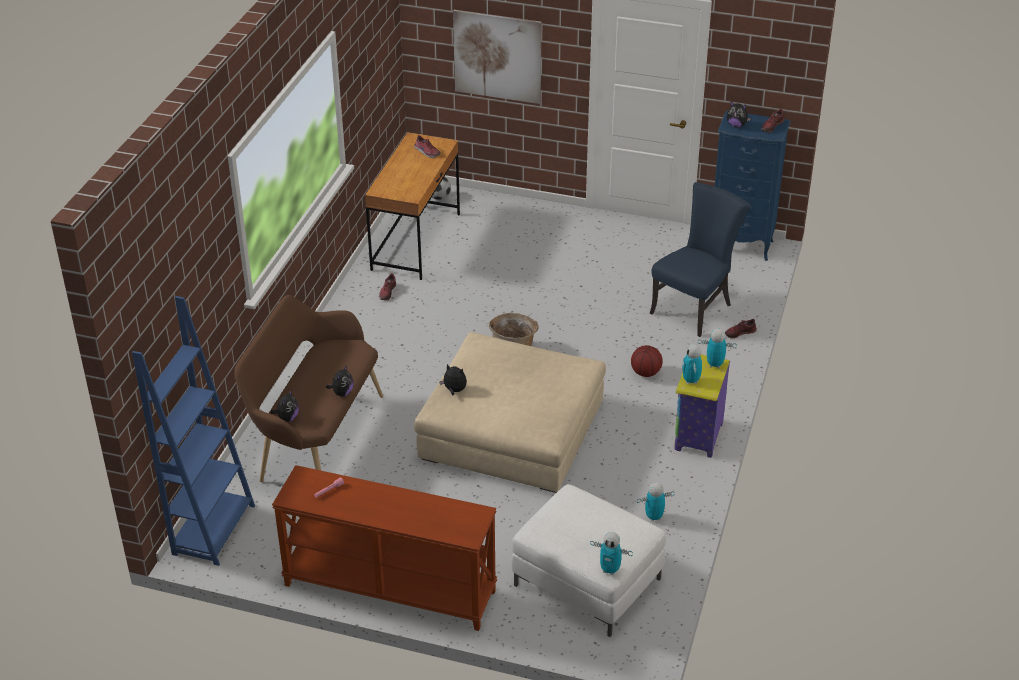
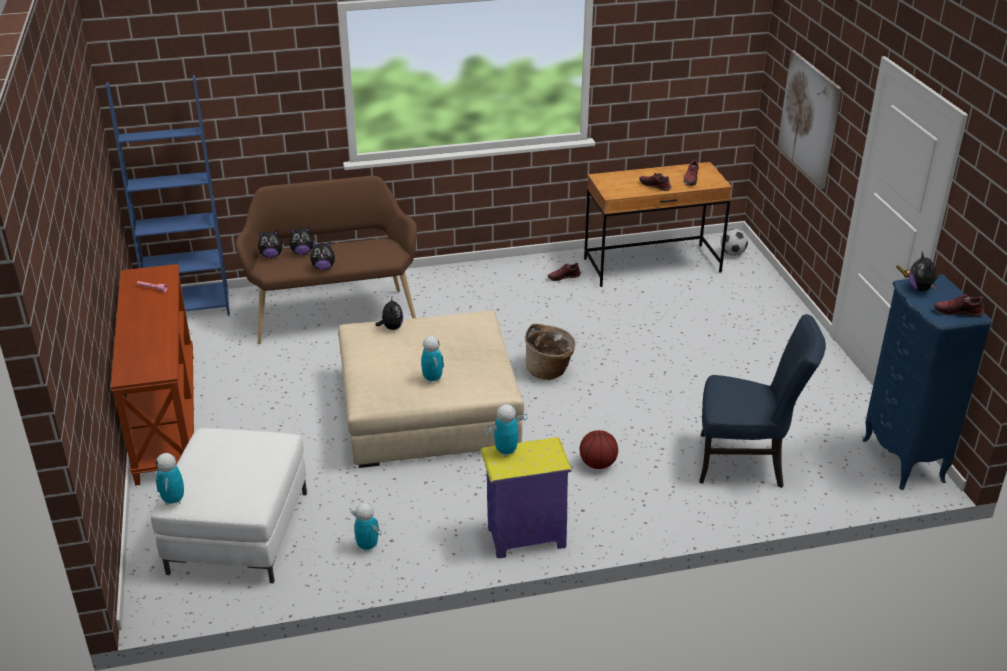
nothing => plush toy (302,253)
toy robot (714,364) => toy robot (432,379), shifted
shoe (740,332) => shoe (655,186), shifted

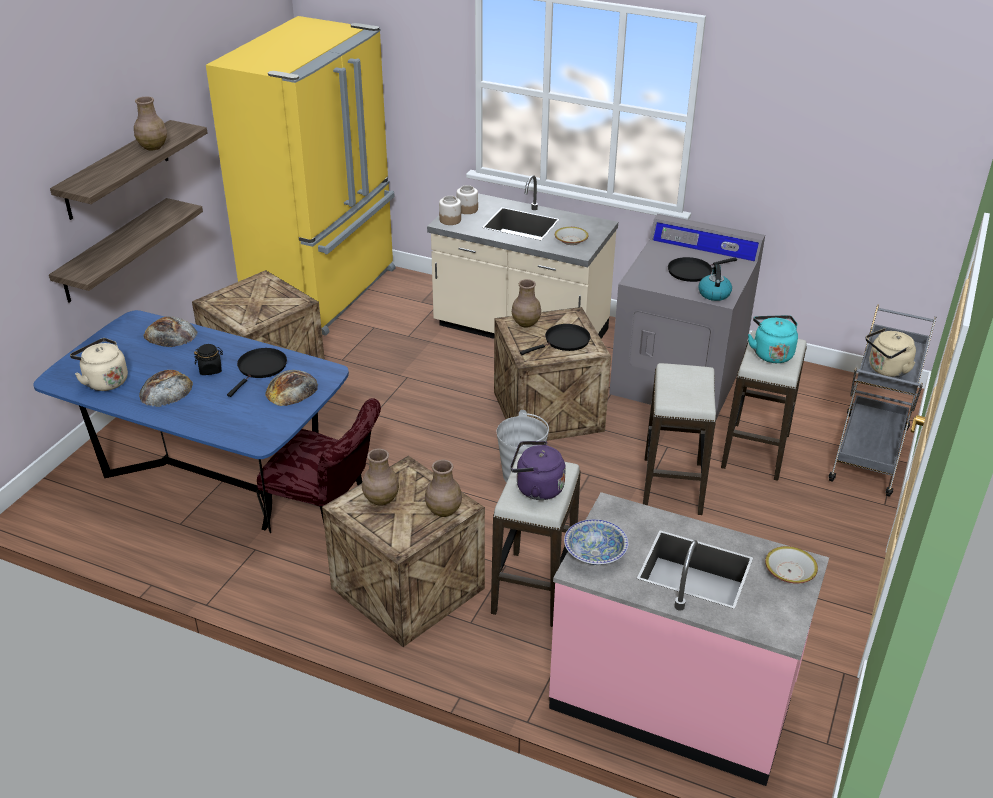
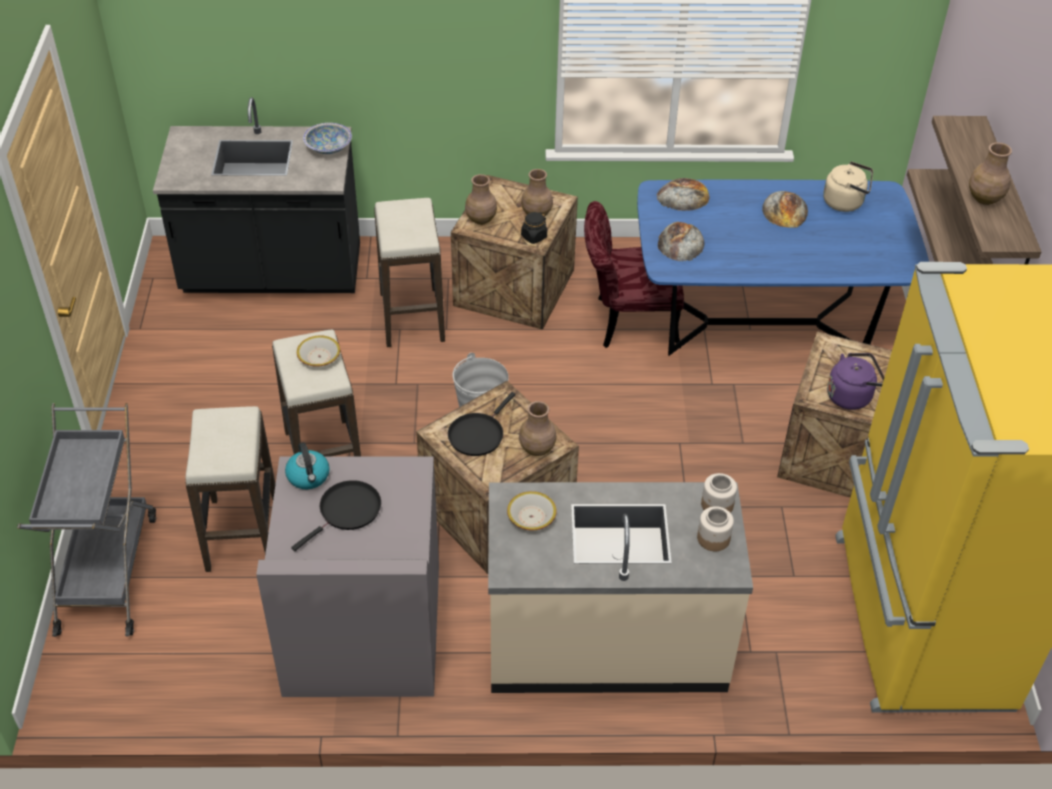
pink counter (672,698) => black counter (272,273)
bowl (789,571) => bowl (319,357), shifted
black jar (210,369) => black jar (533,237), shifted
bread (170,334) => bread (683,196), shifted
purple kettle (536,488) => purple kettle (851,396), shifted
black frying pan (260,368) => nothing
turquoise kettle (771,353) => nothing
beige kettle (886,370) => nothing

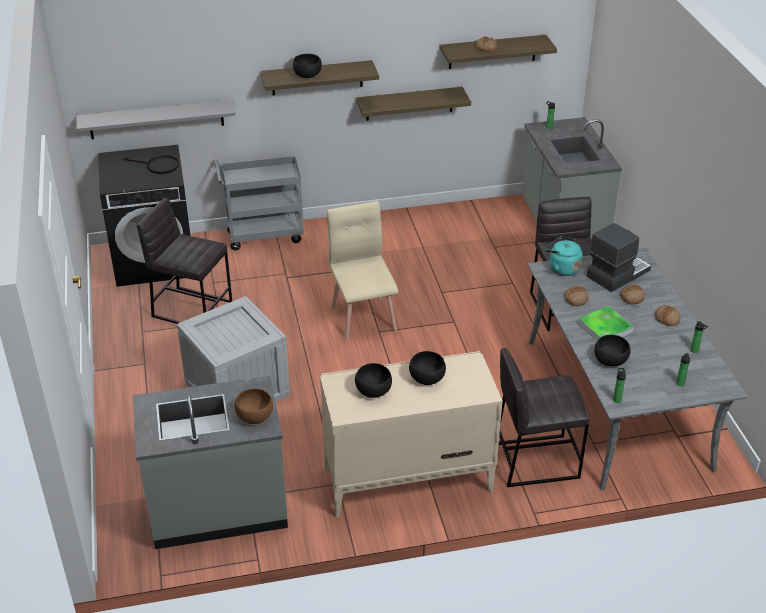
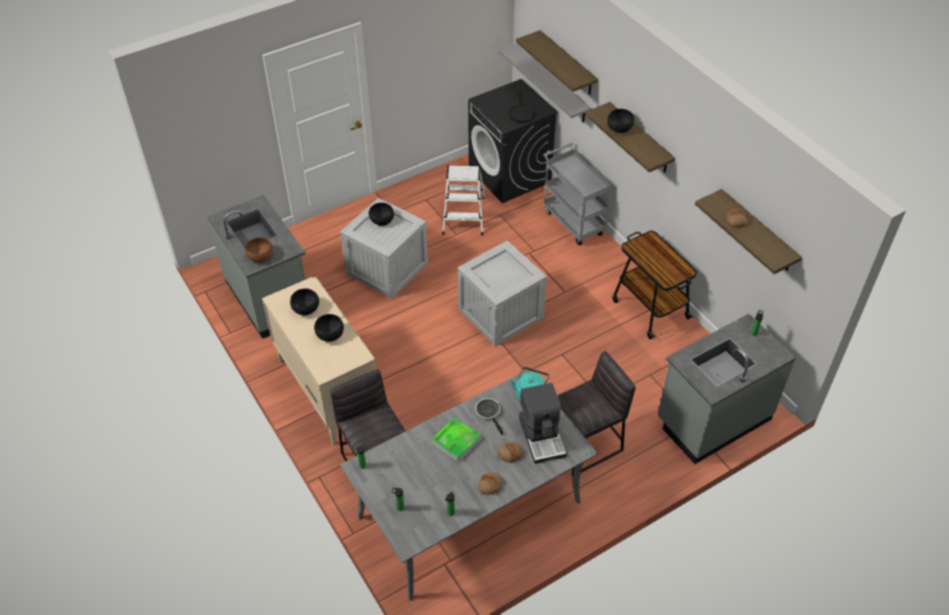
black bowl (610,360) => black bowl (381,220), shifted
grey stool (192,308) => white step ladder (464,214)
beige chair (364,317) => crate (502,313)
bread (576,299) => frying pan (489,413)
shelf (409,103) => shelf (567,64), shifted
coffee machine (617,273) => coffee machine (542,436), 45 degrees clockwise
nothing => cart (649,308)

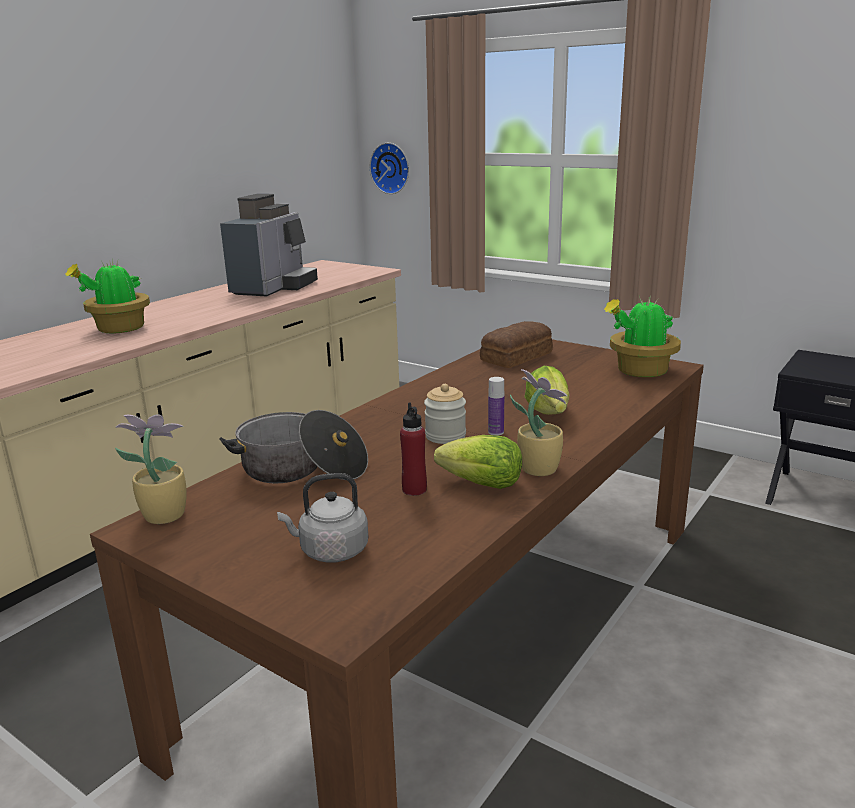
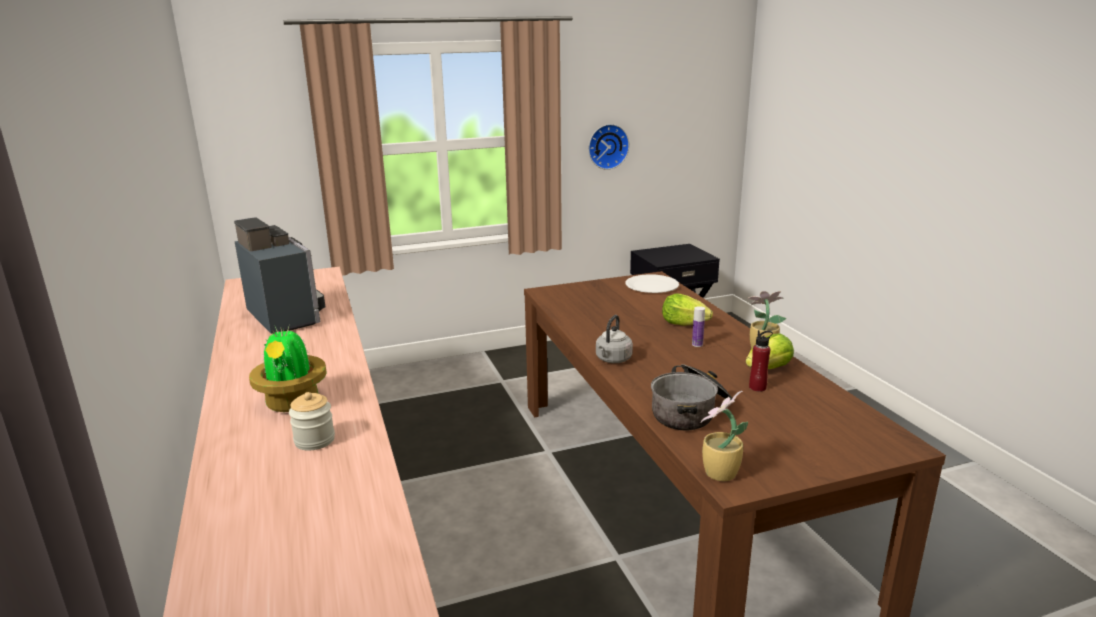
jar (445,436) => jar (314,440), shifted
wall clock (391,168) => wall clock (607,146), shifted
grey kettle (330,551) => grey kettle (612,360), shifted
potted plant (640,372) => white plate (652,286)
bread (518,356) => nothing

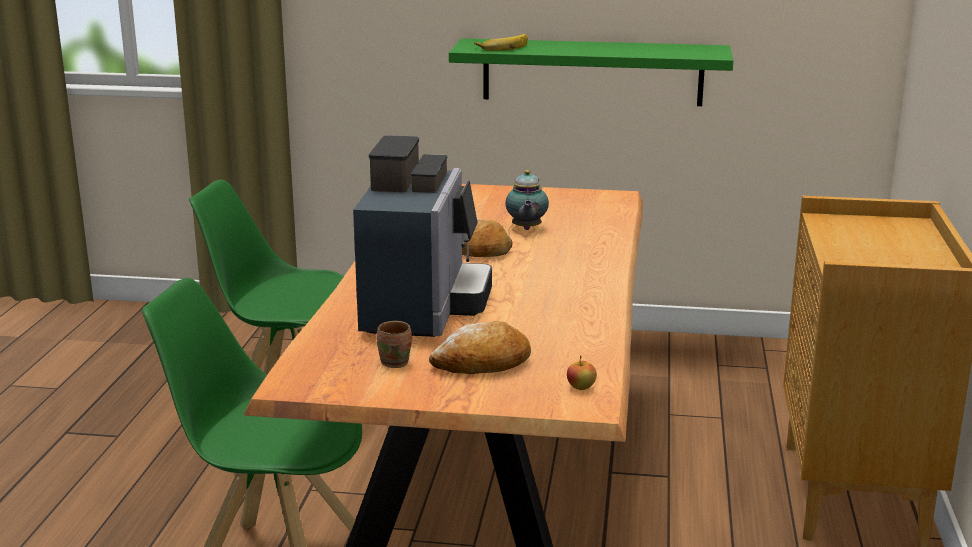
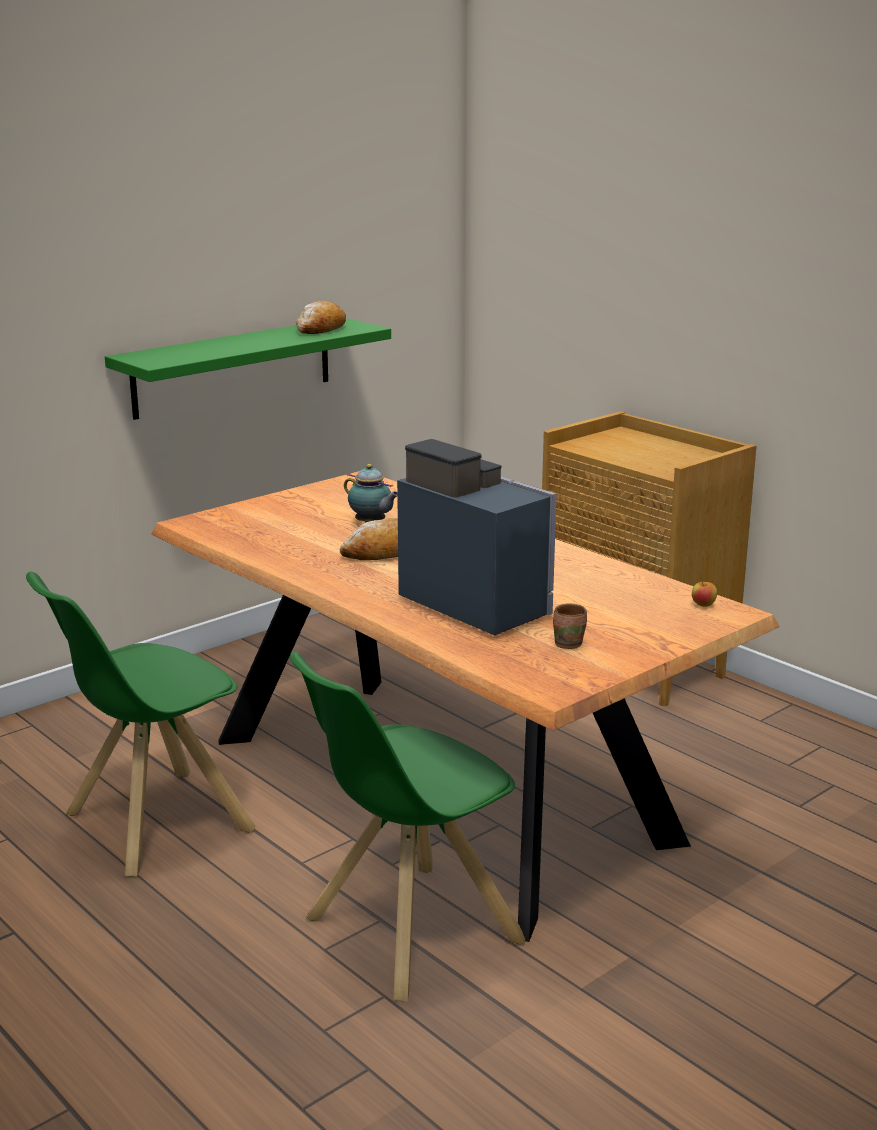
bread (483,363) => bread (320,329), shifted
banana (502,46) => nothing

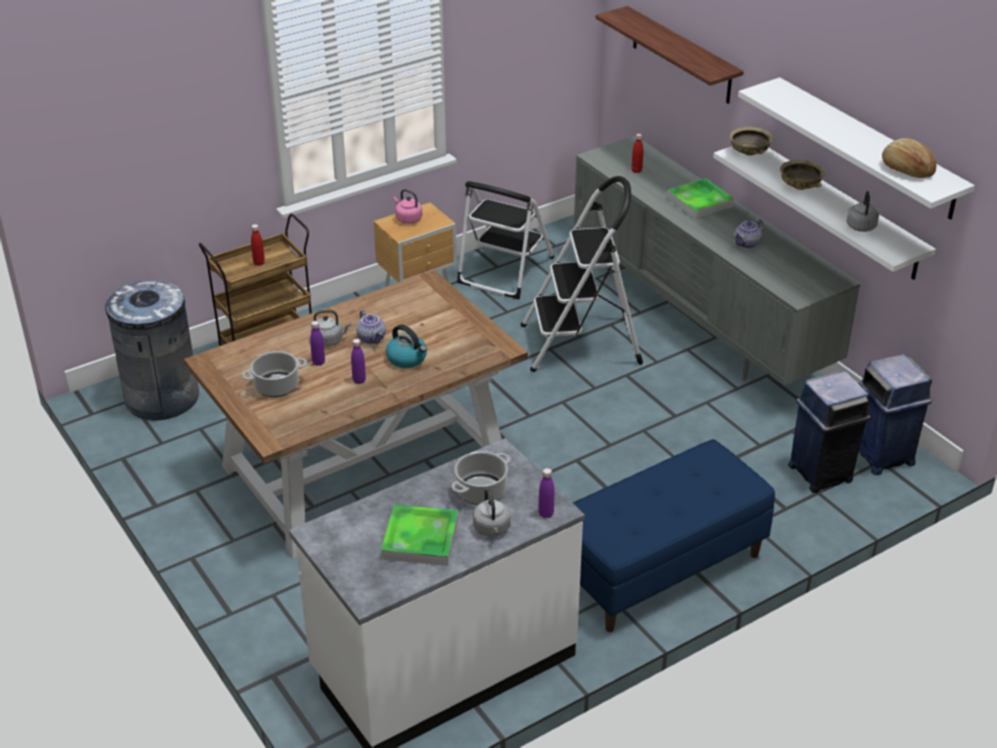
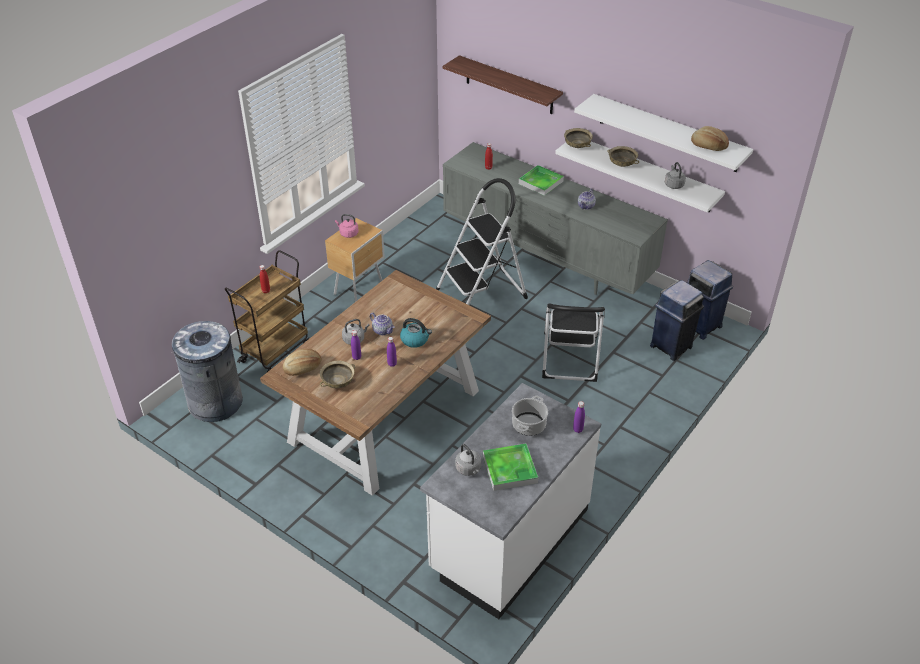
nothing => bread (303,368)
cooking pot (277,386) => beige bowl (338,382)
grey kettle (492,529) => grey kettle (469,469), shifted
step ladder (503,271) => step ladder (569,358), shifted
blue bench (660,569) => nothing

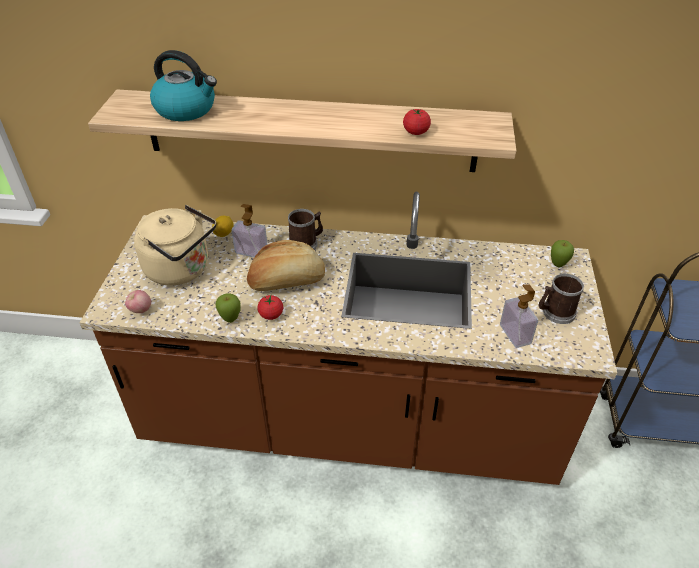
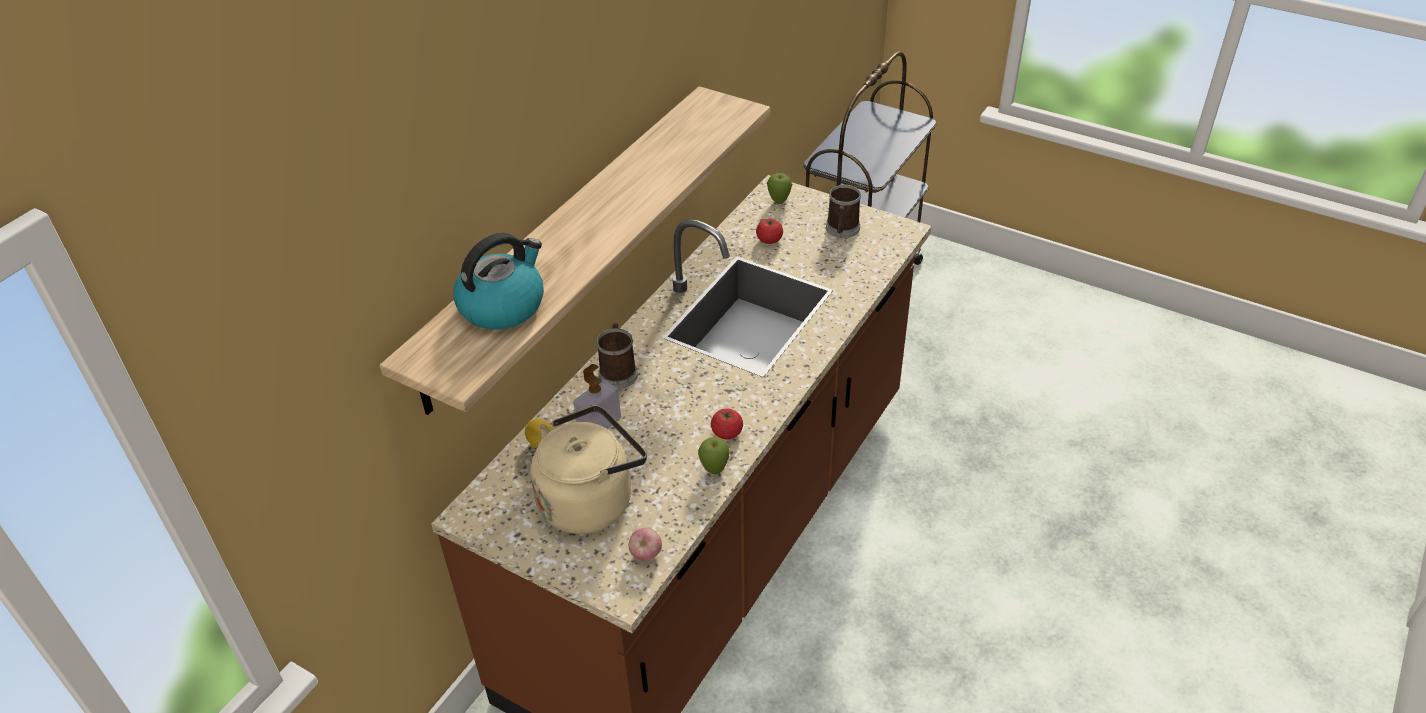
tomato (416,132) => tomato (769,240), shifted
bread (286,281) => nothing
soap dispenser (515,334) => nothing

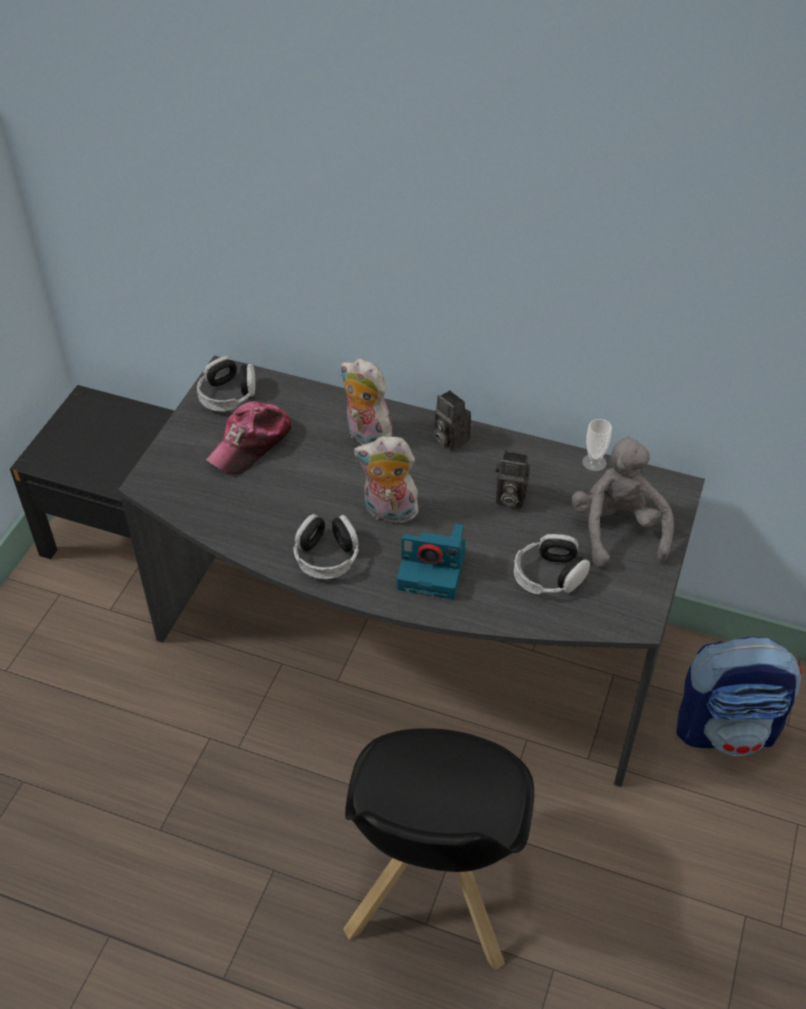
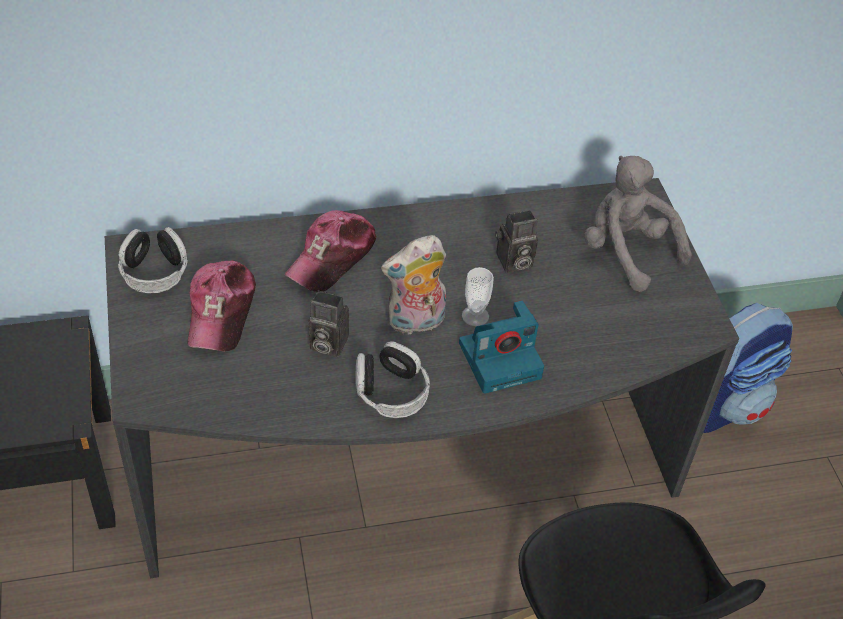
plush toy (365,436) => cap (332,258)
photo camera (449,439) => photo camera (326,344), shifted
cup (594,462) => cup (475,316), shifted
headphones (548,575) => nothing

